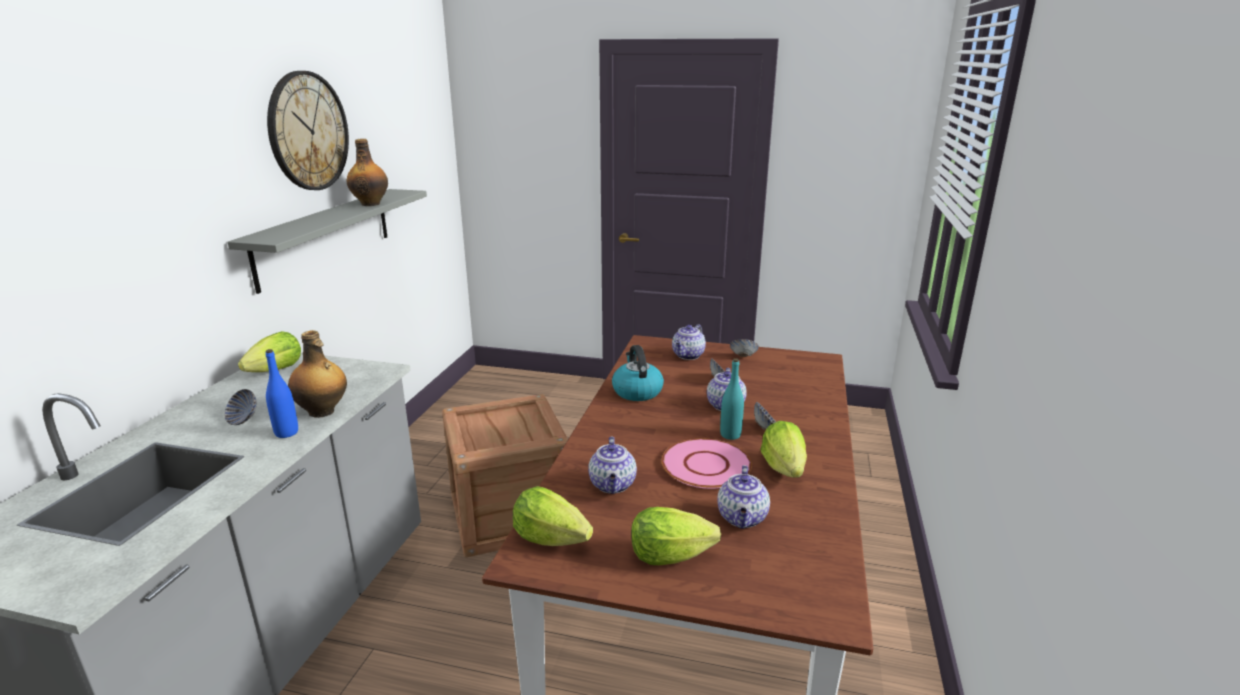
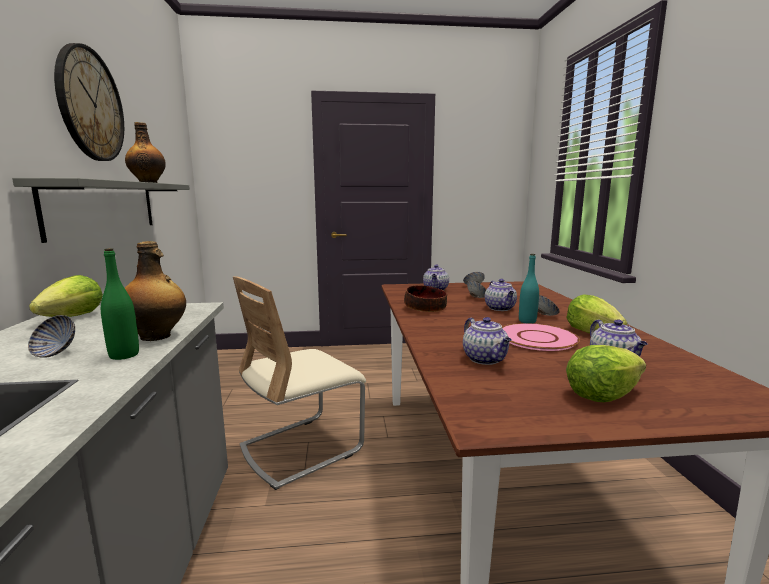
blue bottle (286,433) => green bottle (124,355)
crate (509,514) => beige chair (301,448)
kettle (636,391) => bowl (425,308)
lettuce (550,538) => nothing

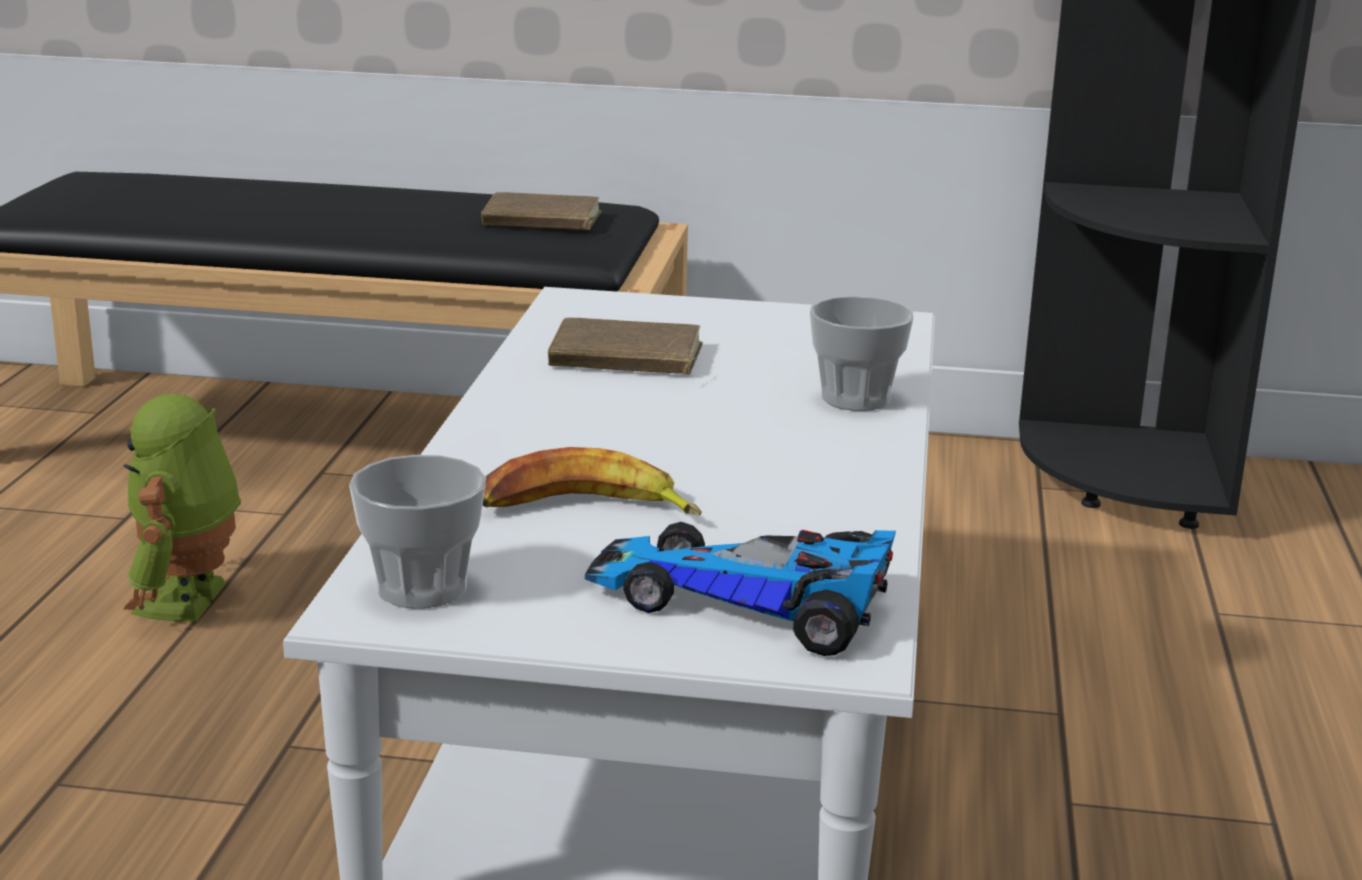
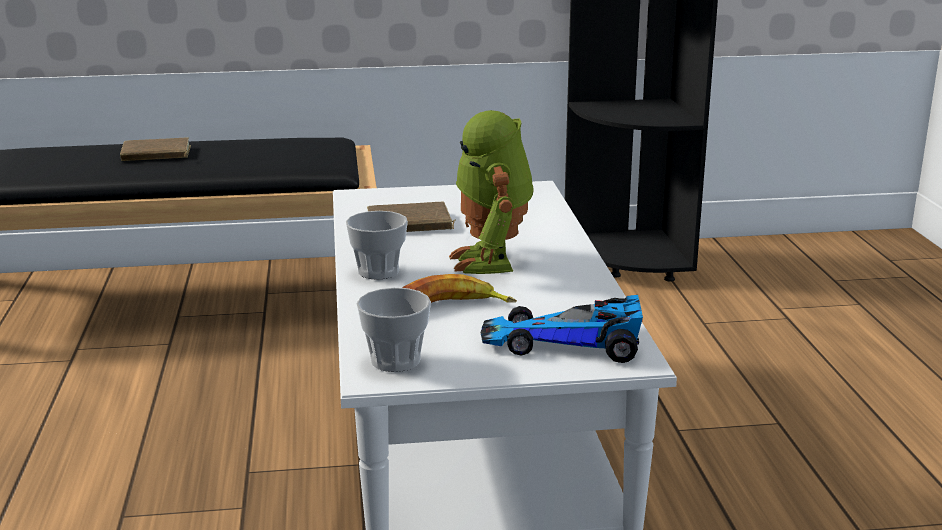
brown book (540,220) => brown book (156,155), shifted
cup (856,398) => cup (378,271), shifted
toy robot (189,601) => toy robot (492,261), shifted

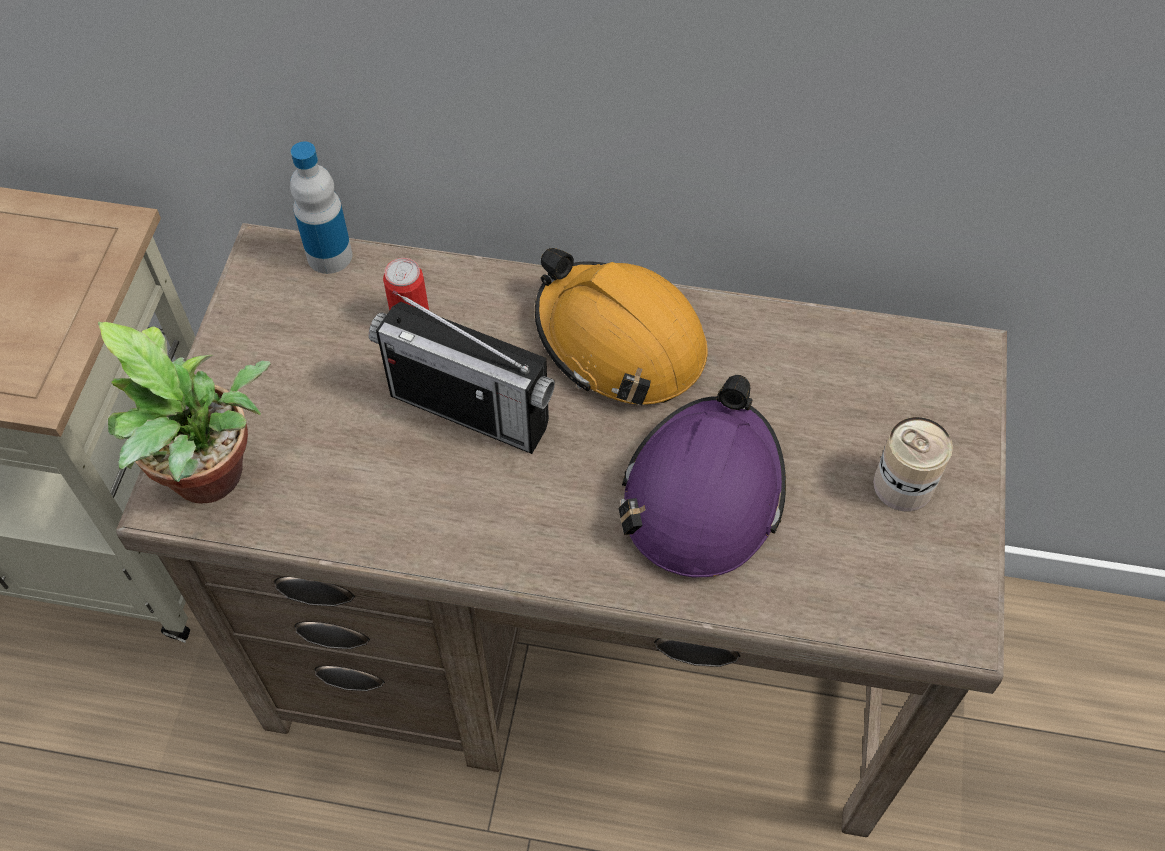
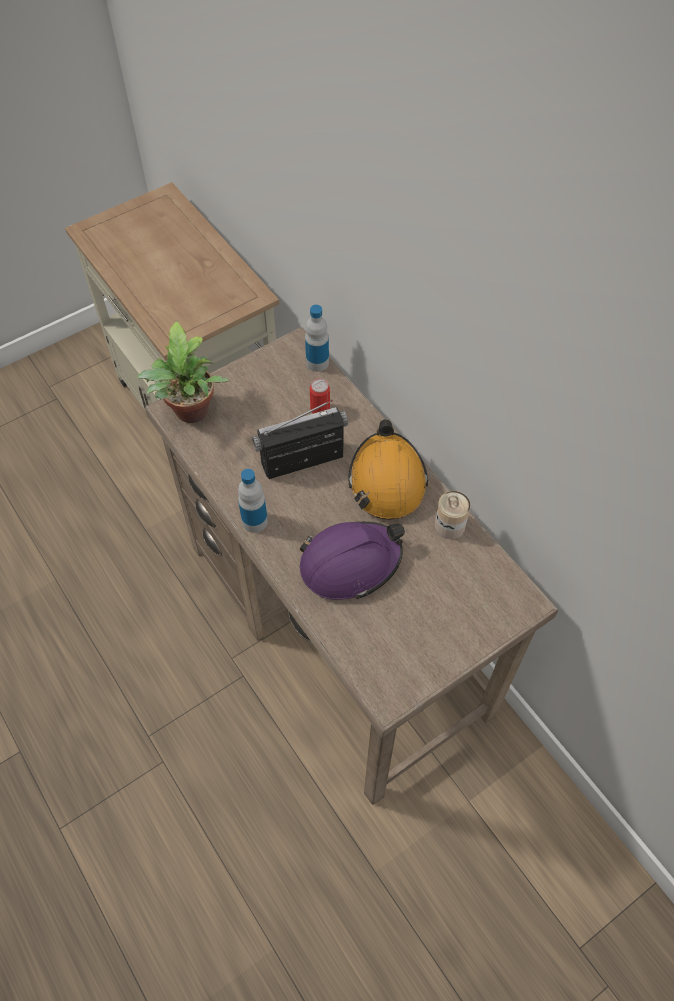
nothing => bottle (254,521)
radio (470,409) => radio (302,460), 90 degrees clockwise
can (903,485) => can (449,525), shifted

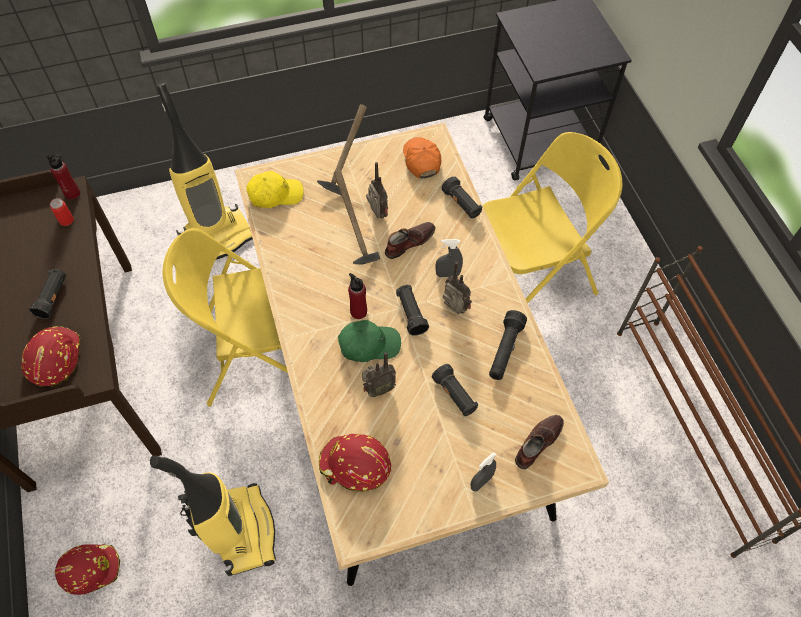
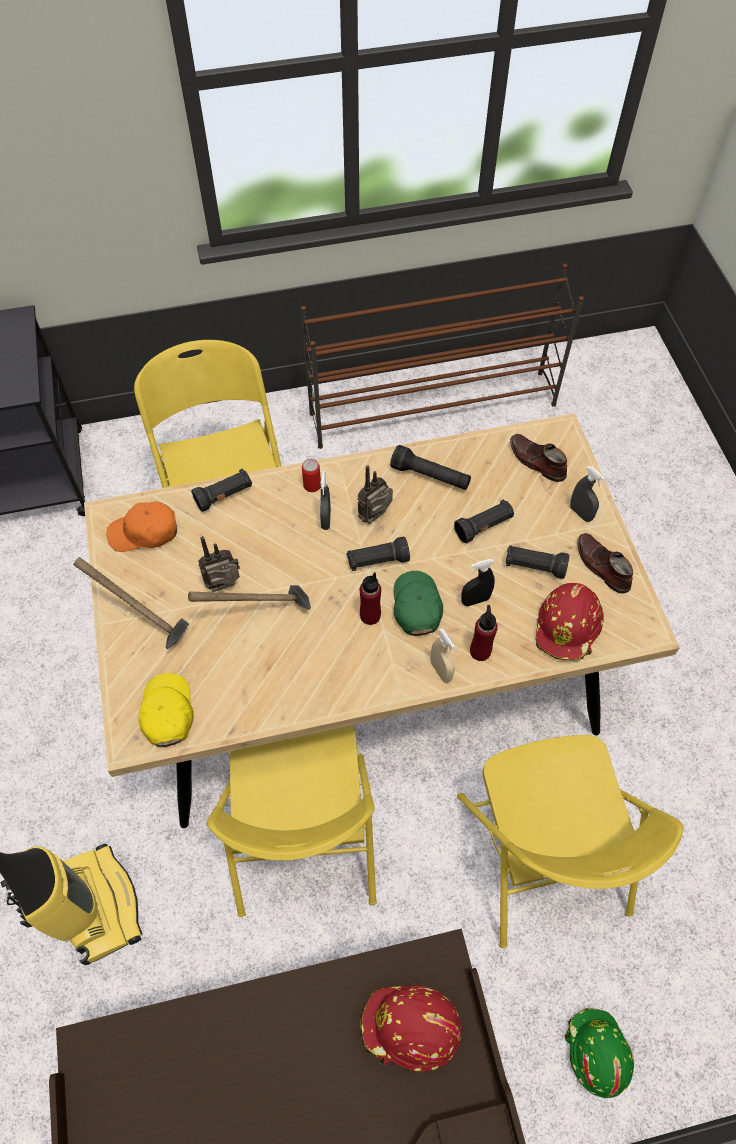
can (66,220) => can (312,485), shifted
nothing => beige spray bottle (441,671)
vacuum cleaner (241,530) => yellow chair (541,853)
radio (378,389) => black spray bottle (475,600)
red bottle (72,193) => red bottle (480,651), shifted
black flashlight (53,298) => black flashlight (534,566), shifted
red hard hat (90,568) => green hard hat (596,1052)
brown shoe (409,242) => brown shoe (601,566), shifted

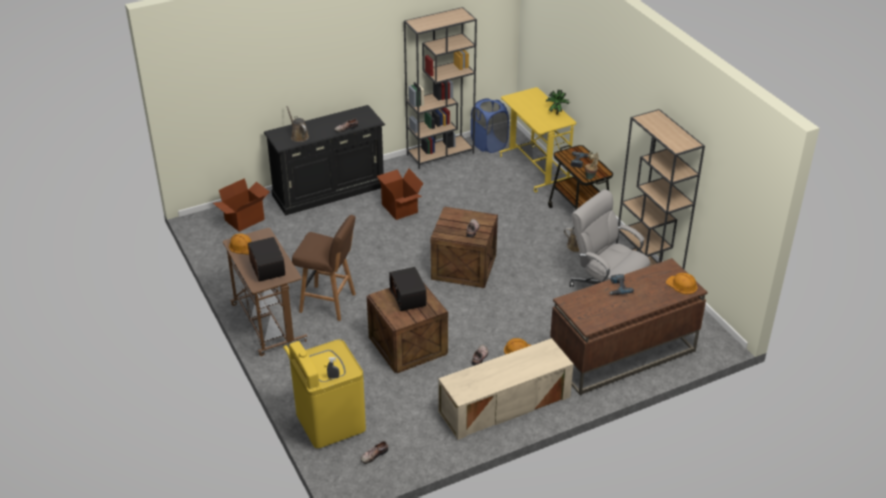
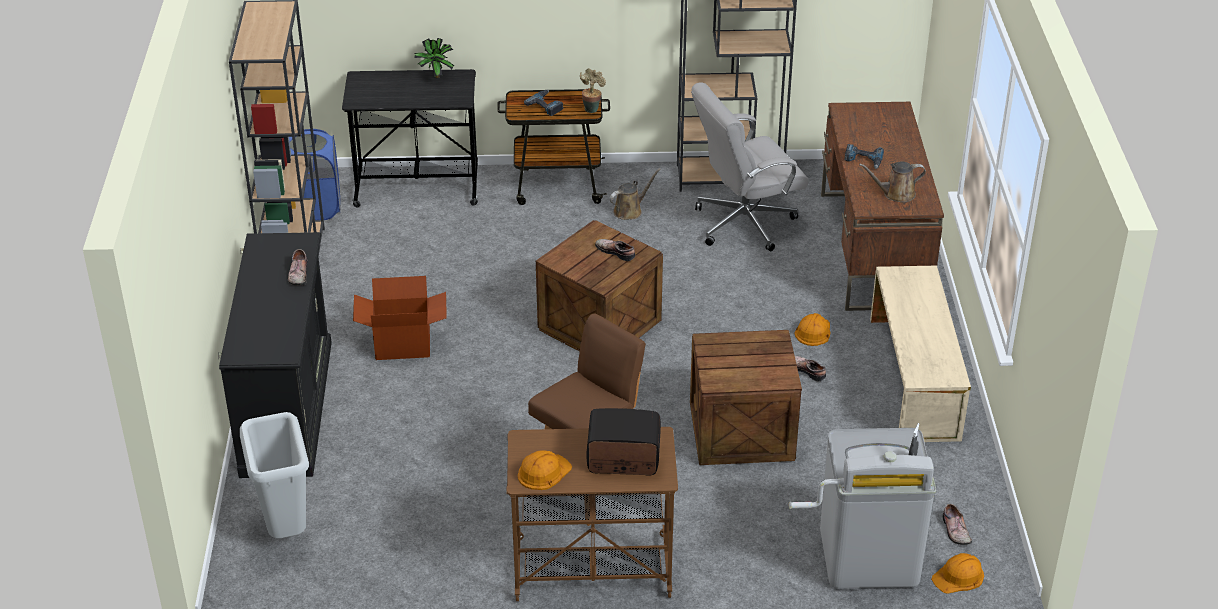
cardboard box (245,220) => grey trash can (285,530)
yellow desk (535,169) => black desk (417,187)
yellow washing machine (329,422) => grey washing machine (866,558)
brown watering can (299,136) => brown watering can (895,194), shifted
orange hard hat (682,285) => orange hard hat (959,577), shifted
radio (409,298) => nothing

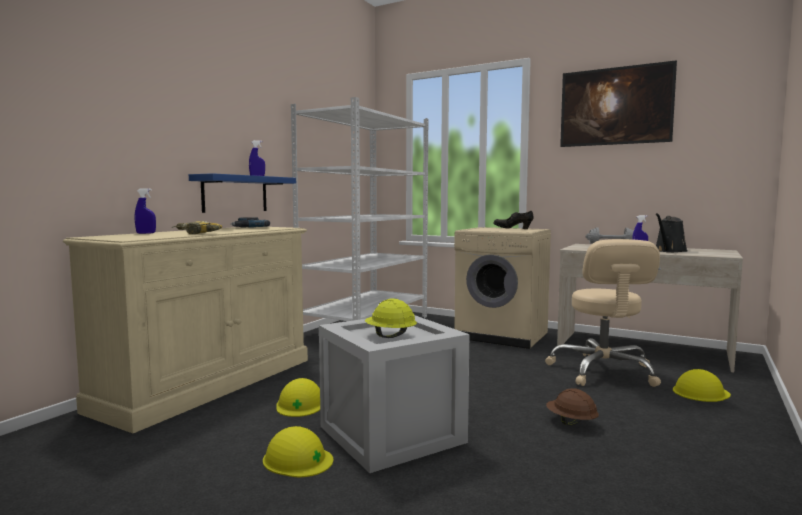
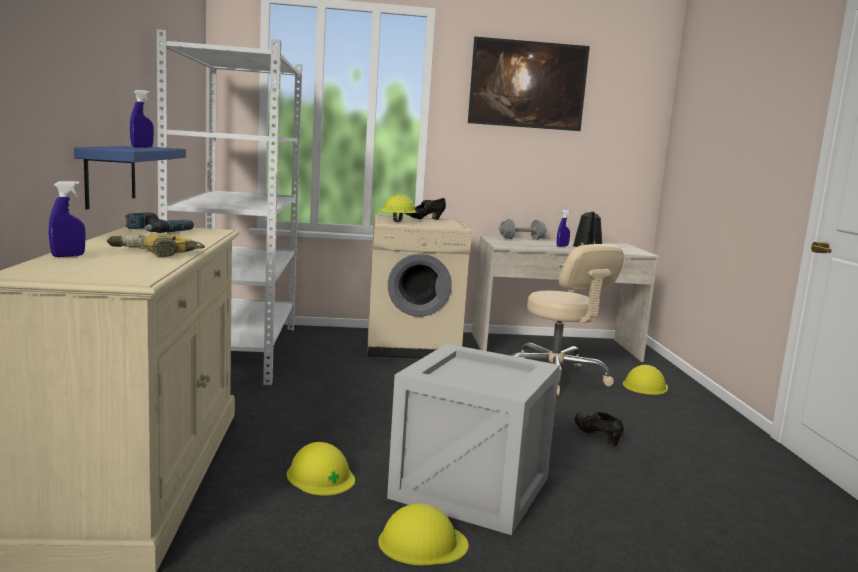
yellow hard hat (390,336) => yellow hard hat (395,221), shifted
brown hard hat (571,422) => black shoe (597,436)

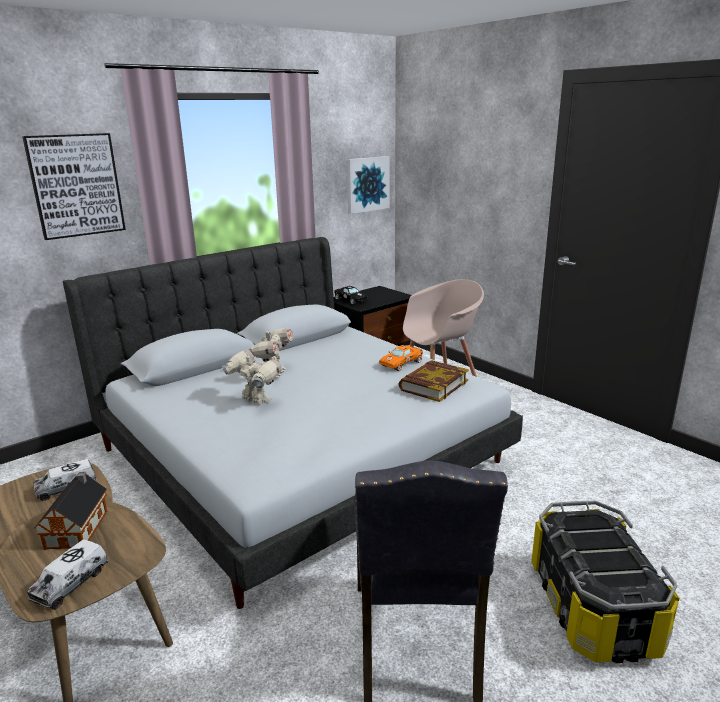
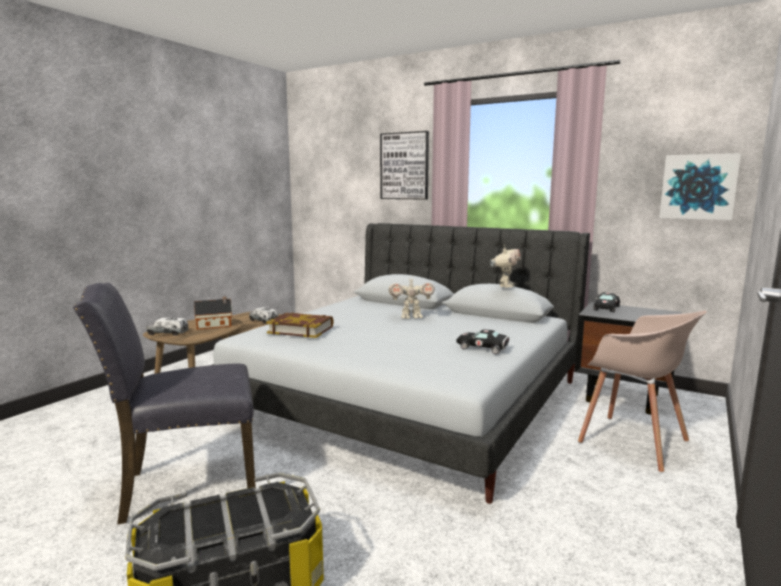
book (433,385) => book (301,329), shifted
orange toy car (402,363) => black toy car (484,348)
toy robot (255,401) => toy robot (505,286), shifted

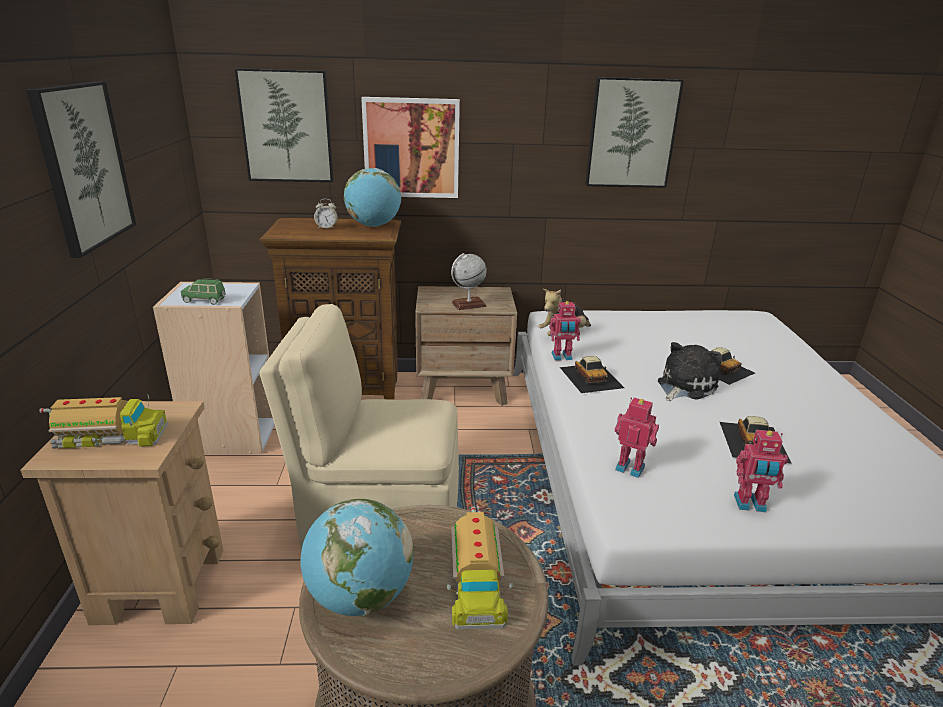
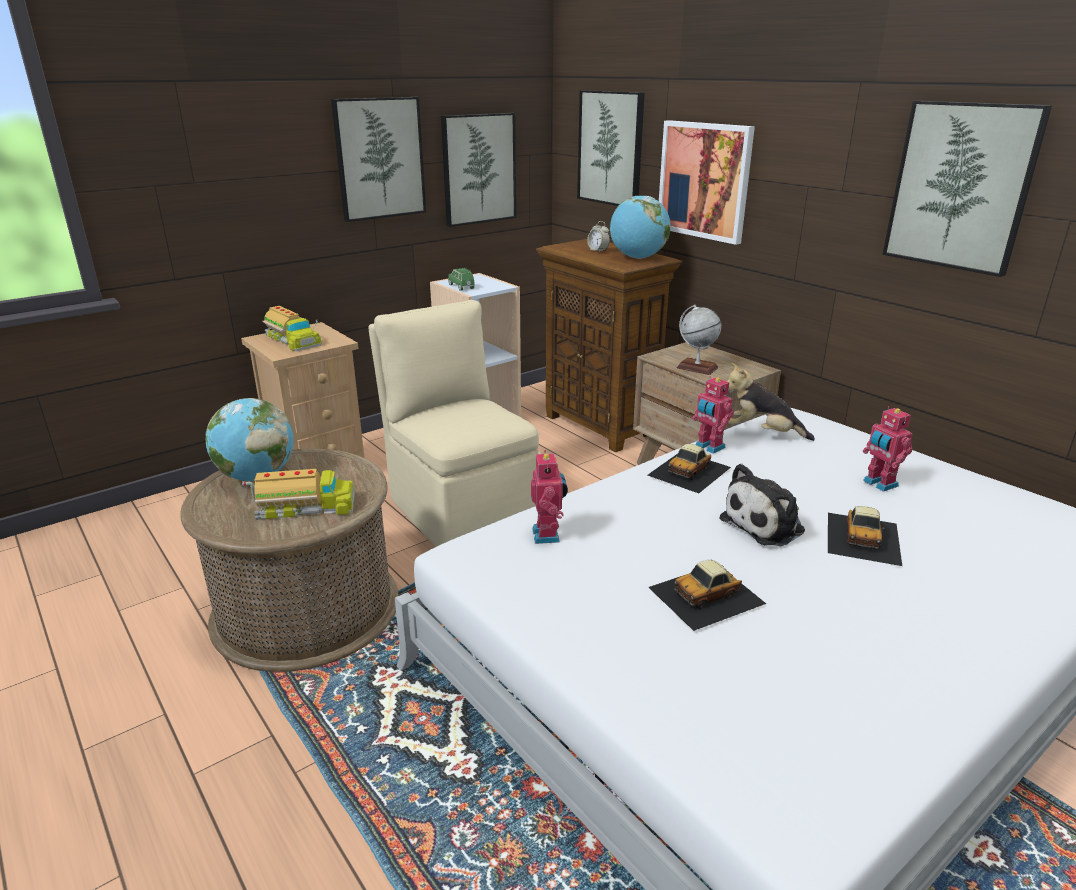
toy truck (474,581) => toy truck (305,508), 150 degrees counterclockwise
nothing => picture (478,169)
plush toy (684,386) => plush toy (766,524), 135 degrees clockwise
toy robot (750,504) => toy robot (879,484), shifted

